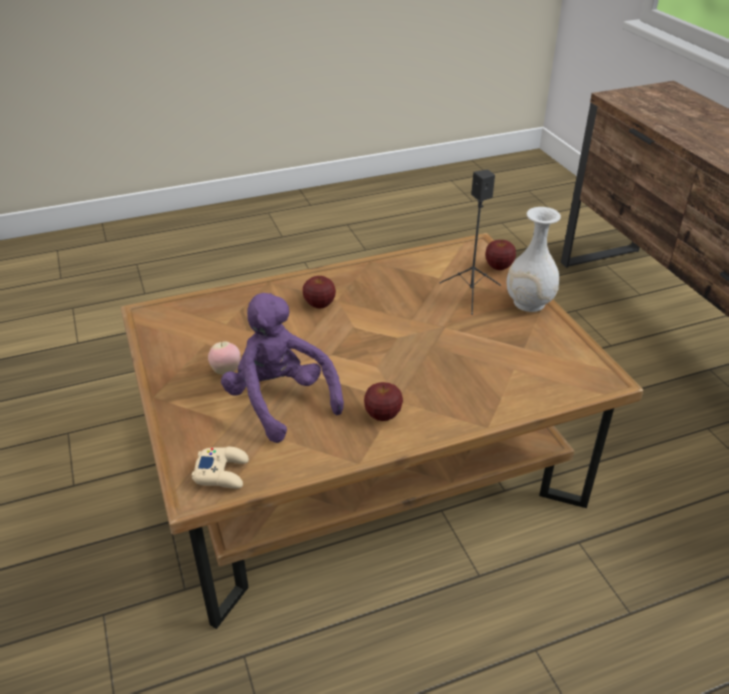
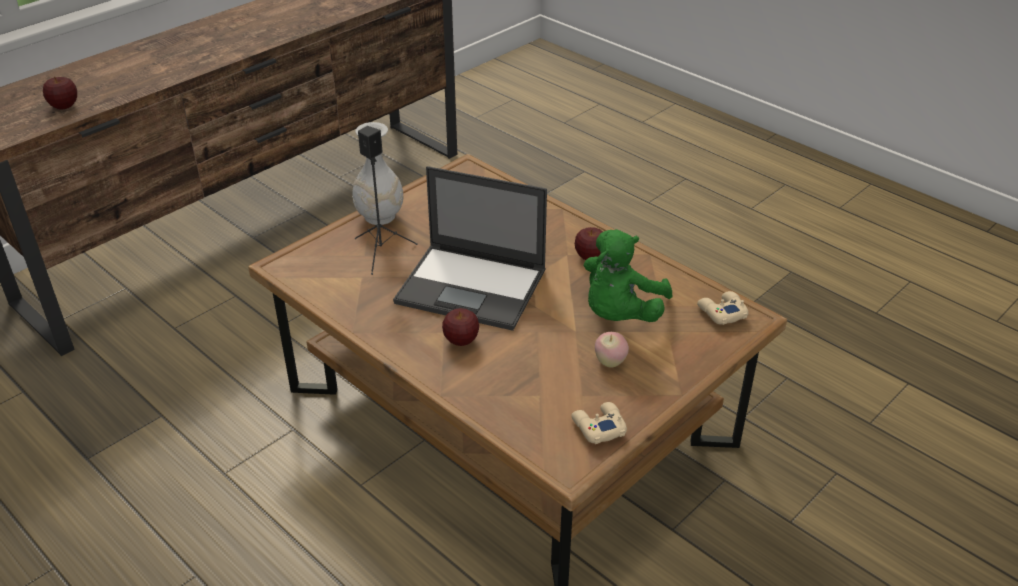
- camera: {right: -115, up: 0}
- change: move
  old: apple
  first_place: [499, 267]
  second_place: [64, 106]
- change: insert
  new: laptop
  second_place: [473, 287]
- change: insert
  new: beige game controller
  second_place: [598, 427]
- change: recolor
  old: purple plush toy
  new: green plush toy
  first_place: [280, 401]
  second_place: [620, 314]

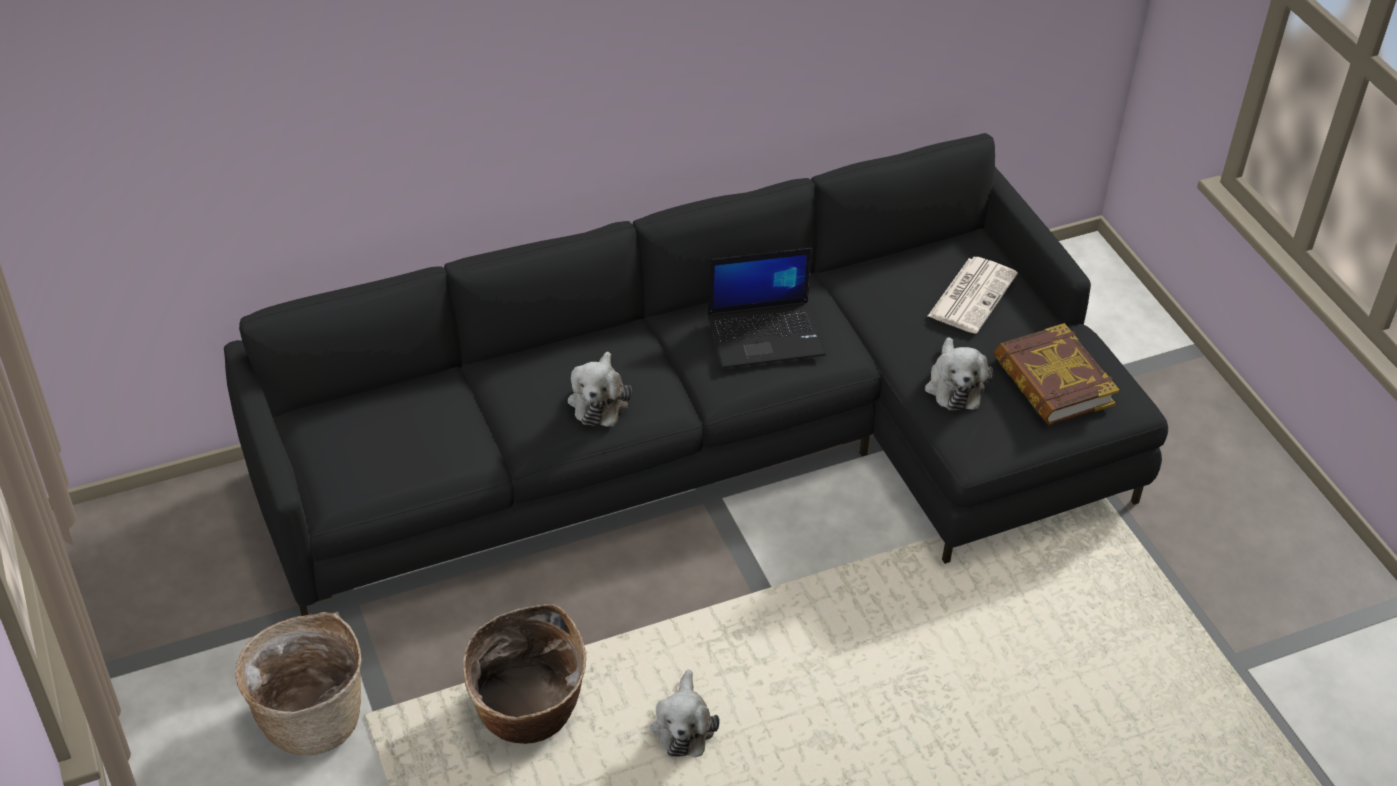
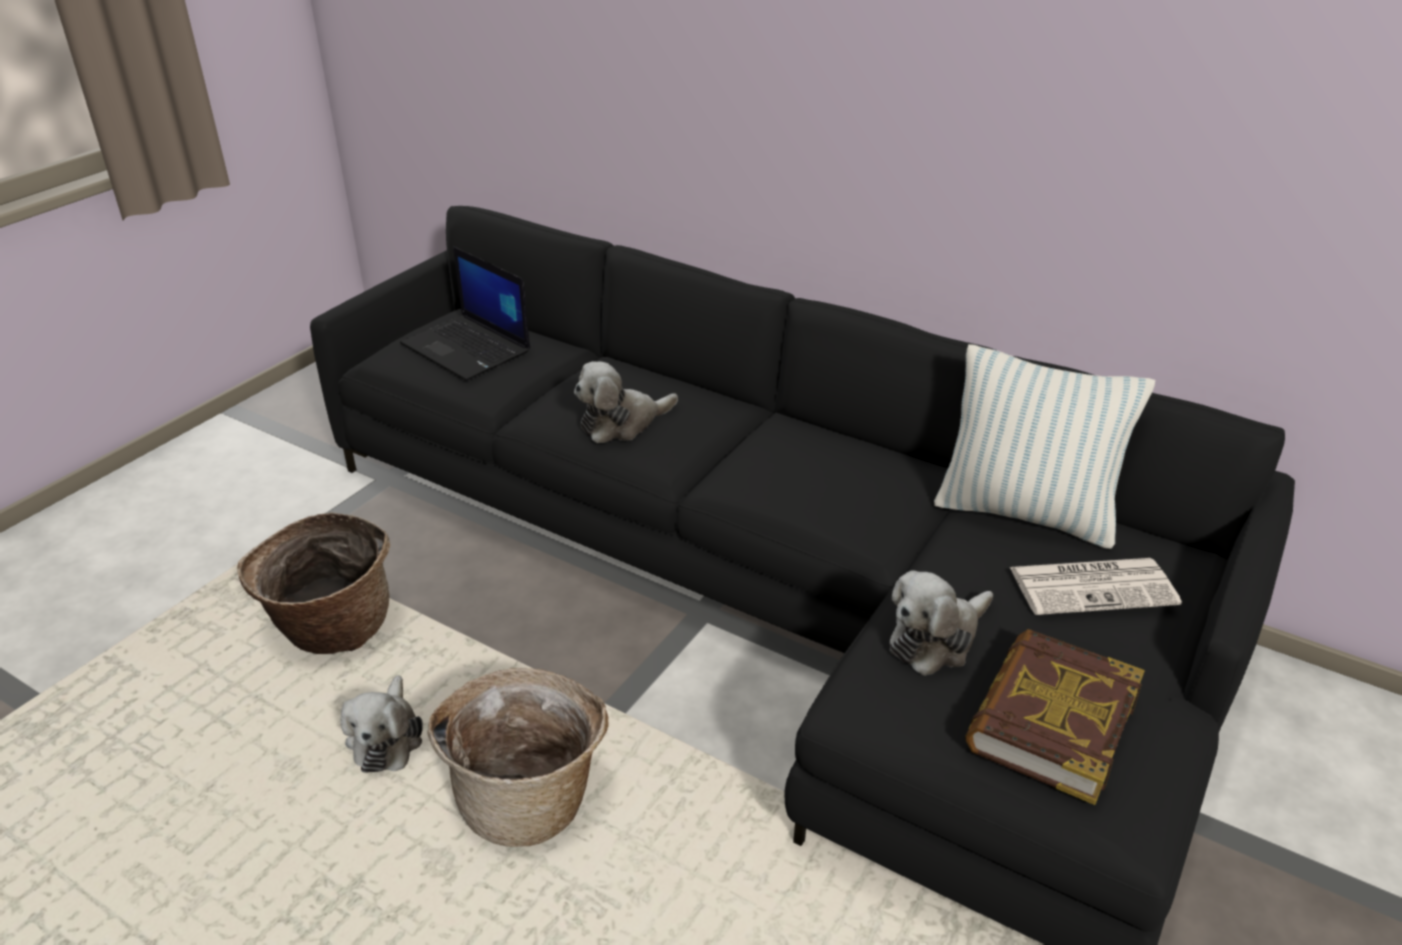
- camera: {right: 55, up: -10}
- change: rotate
  old: plush toy
  first_place: [683, 726]
  second_place: [387, 738]
  degrees: -60
- change: move
  old: laptop
  first_place: [766, 334]
  second_place: [468, 348]
- change: move
  old: basket
  first_place: [311, 715]
  second_place: [530, 798]
- change: insert
  new: pillow
  second_place: [1025, 513]

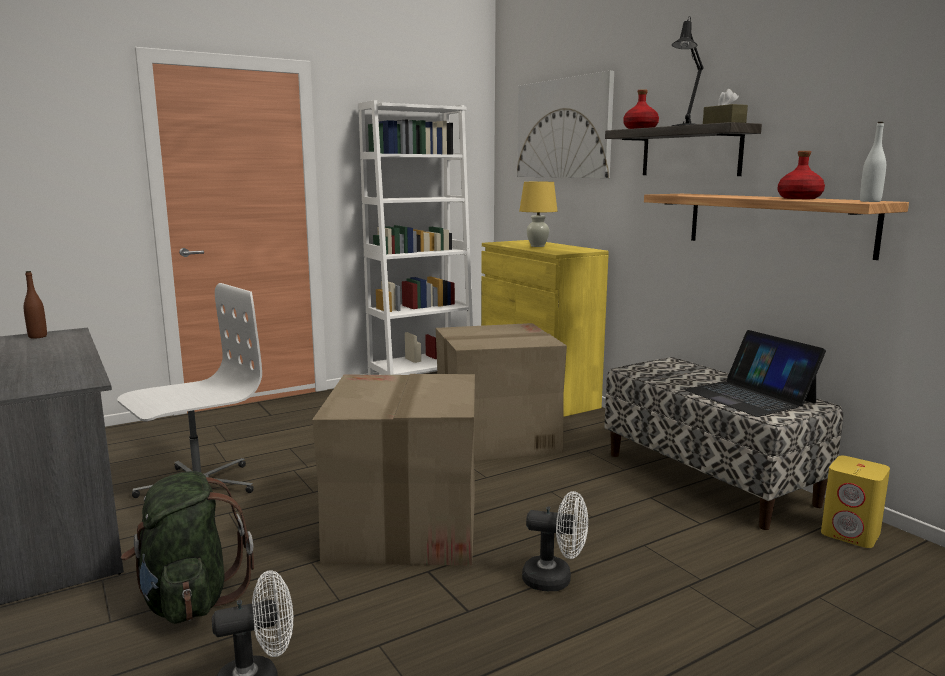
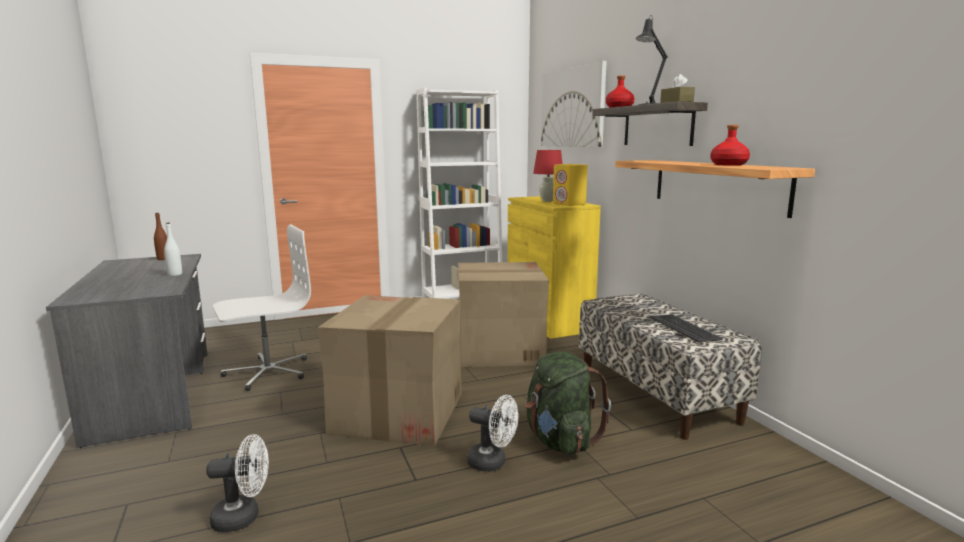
- camera: {right: 10, up: 0}
- change: move
  old: white bottle
  first_place: [870, 201]
  second_place: [175, 274]
- change: move
  old: green backpack
  first_place: [189, 600]
  second_place: [560, 440]
- change: recolor
  old: yellow table lamp
  new: red table lamp
  first_place: [537, 246]
  second_place: [547, 201]
- change: move
  old: yellow speaker
  first_place: [851, 534]
  second_place: [569, 204]
- change: replace
  old: laptop
  new: keyboard
  first_place: [749, 396]
  second_place: [684, 328]

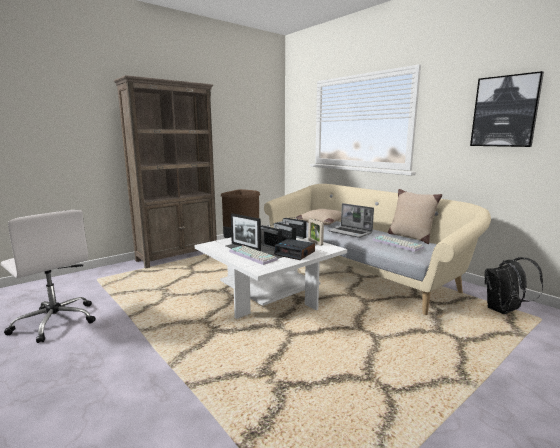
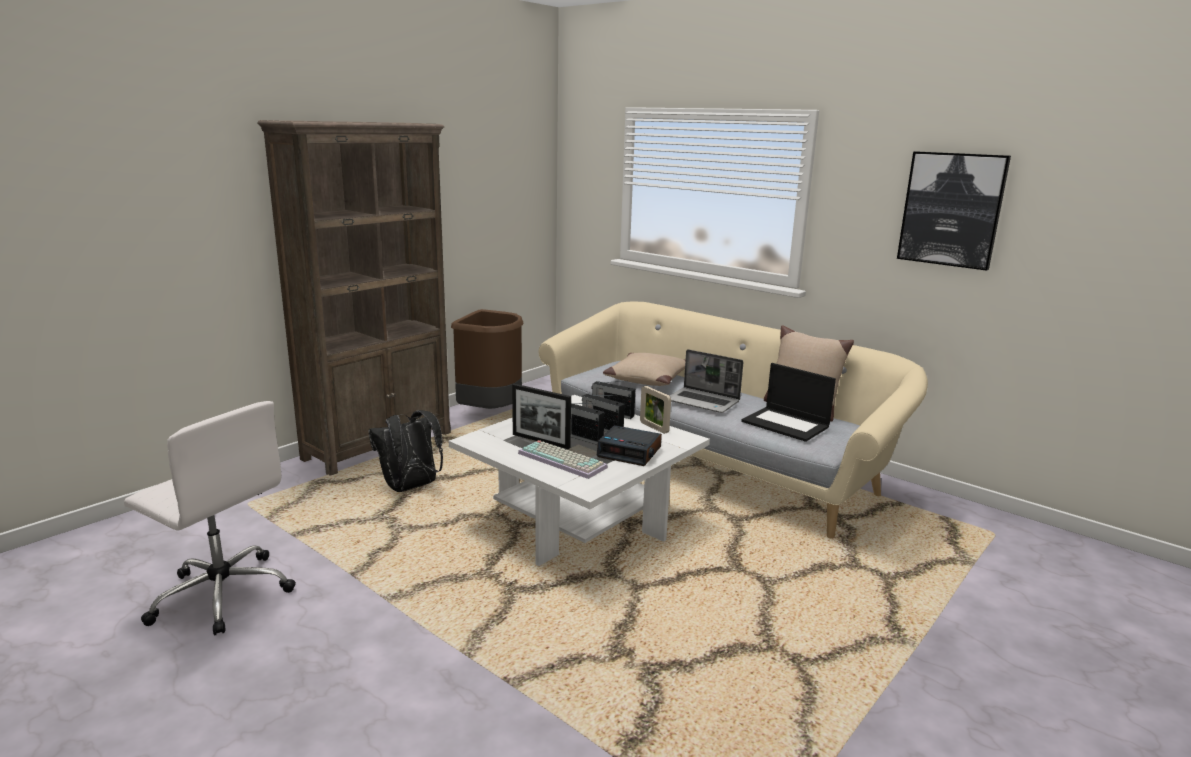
- camera: {right: -10, up: 5}
- change: move
  old: black backpack
  first_place: [504, 311]
  second_place: [410, 487]
- change: replace
  old: keyboard
  new: laptop
  first_place: [398, 244]
  second_place: [786, 424]

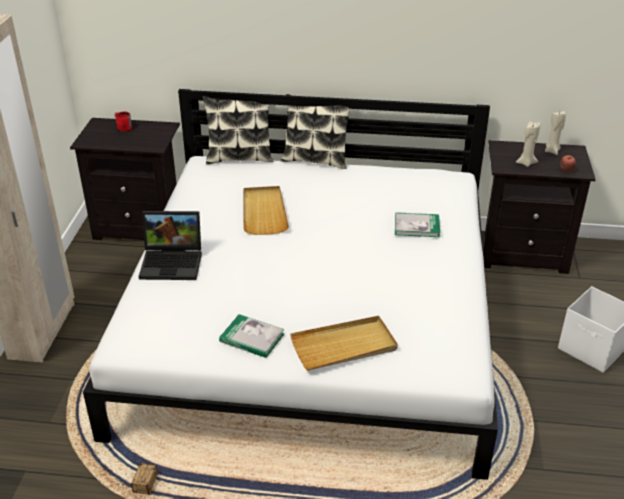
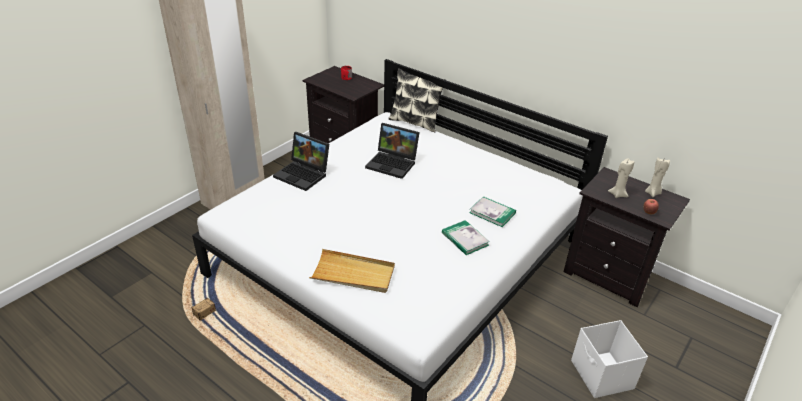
- camera: {right: 30, up: 0}
- change: replace
  old: beige tray
  new: laptop
  first_place: [264, 212]
  second_place: [393, 163]
- change: move
  old: book
  first_place: [252, 338]
  second_place: [465, 239]
- change: delete
  old: pillow
  first_place: [315, 159]

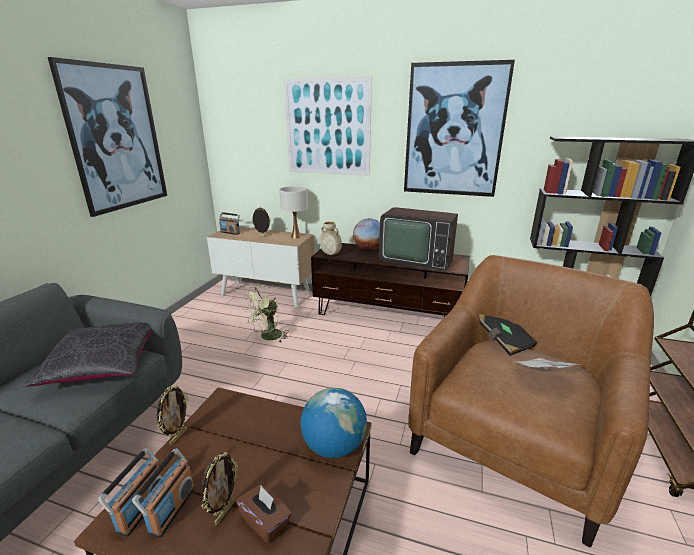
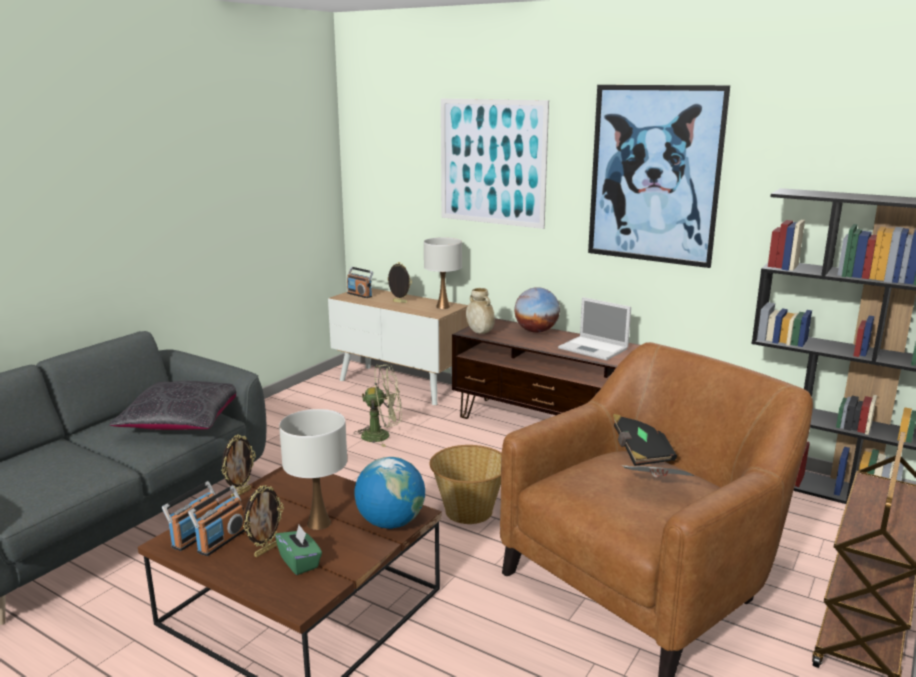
- camera: {right: 15, up: -5}
- change: recolor
  old: brown tissue box
  new: green tissue box
  first_place: [266, 522]
  second_place: [300, 562]
- change: insert
  new: white table lamp
  second_place: [318, 523]
- change: rotate
  old: green fan
  first_place: [268, 337]
  second_place: [382, 436]
  degrees: -150
- change: insert
  new: basket
  second_place: [469, 512]
- change: replace
  old: television
  new: laptop
  first_place: [416, 259]
  second_place: [594, 349]
- change: delete
  old: picture
  first_place: [116, 138]

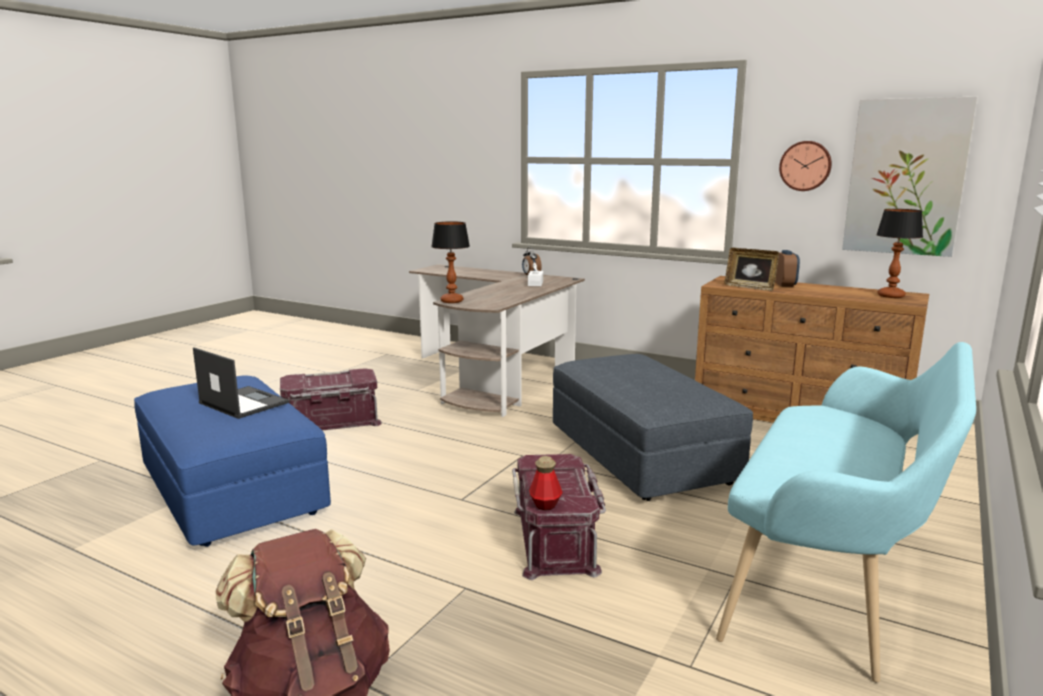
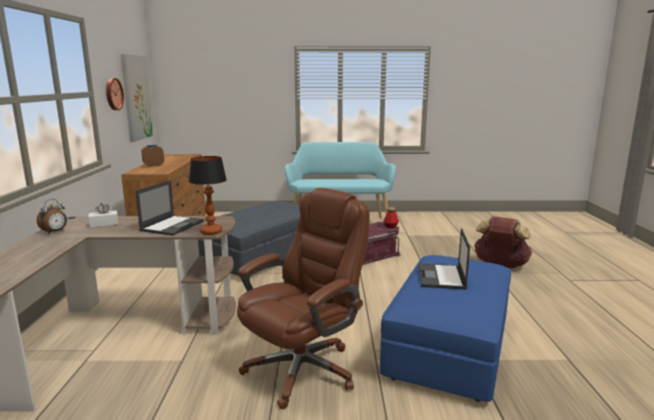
- camera: {right: -120, up: 0}
- change: insert
  new: laptop
  second_place: [173, 225]
- change: replace
  old: red storage box
  new: brown office chair
  first_place: [331, 422]
  second_place: [303, 369]
- change: delete
  old: picture frame
  first_place: [750, 287]
- change: delete
  old: table lamp
  first_place: [891, 296]

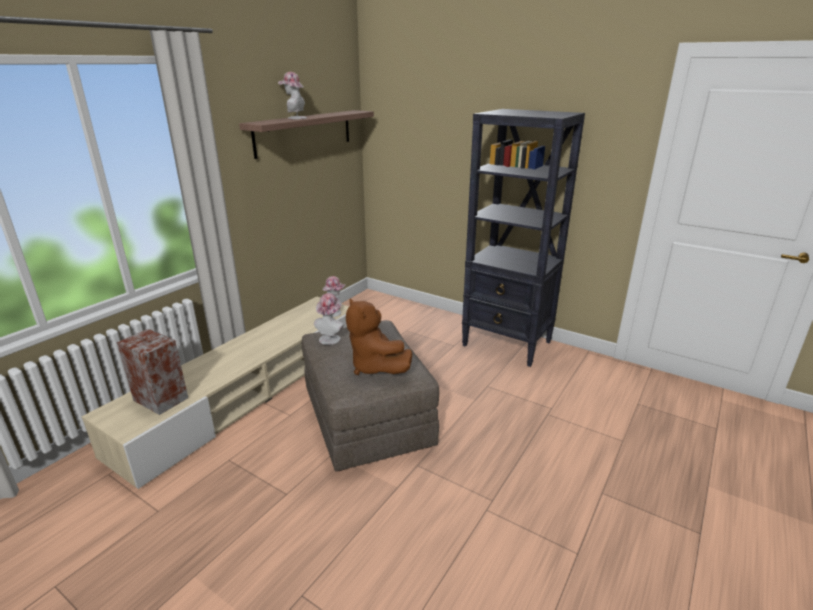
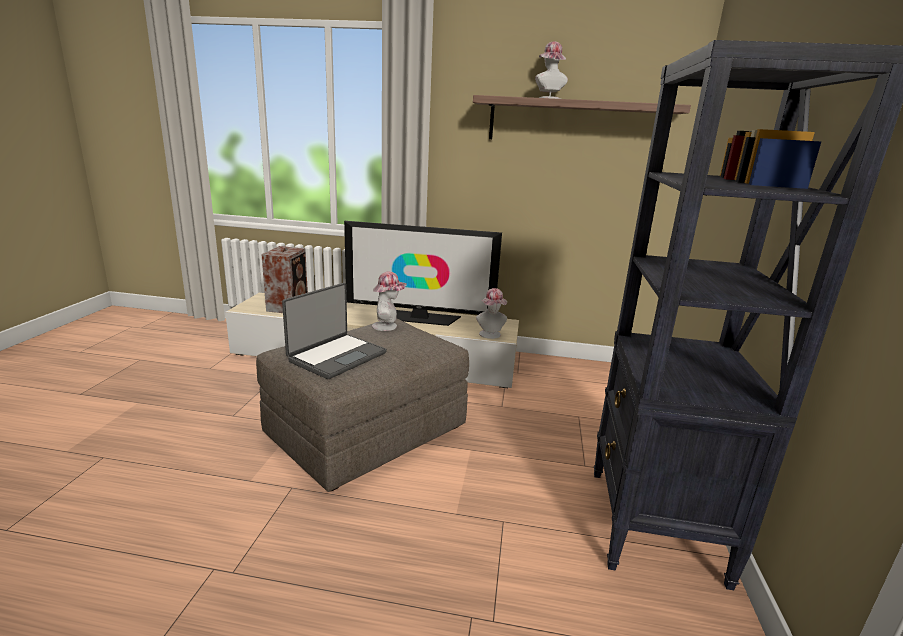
- camera: {right: 65, up: -5}
- change: replace
  old: brown plush toy
  new: laptop
  first_place: [375, 367]
  second_place: [336, 356]
- change: insert
  new: television
  second_place: [419, 318]

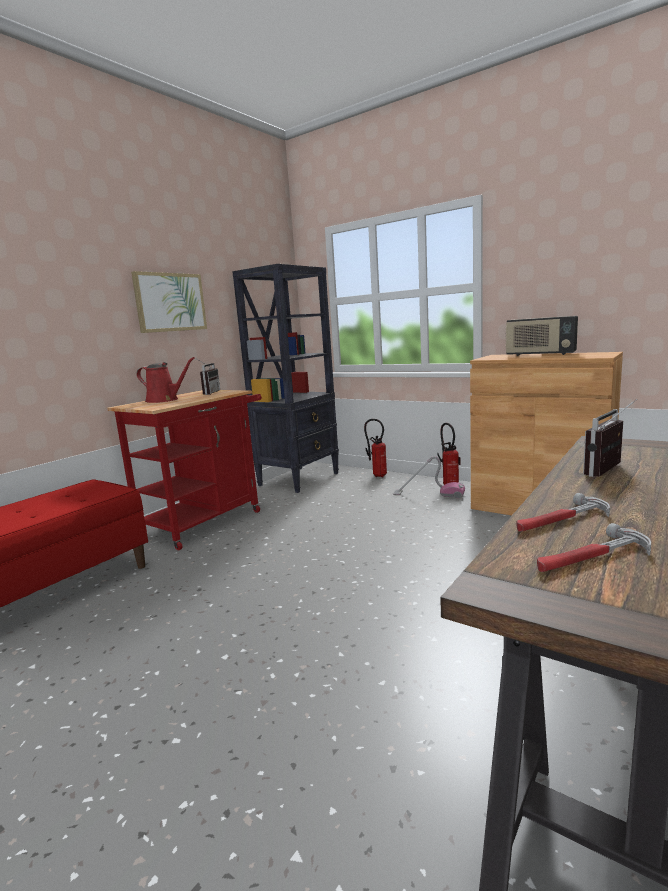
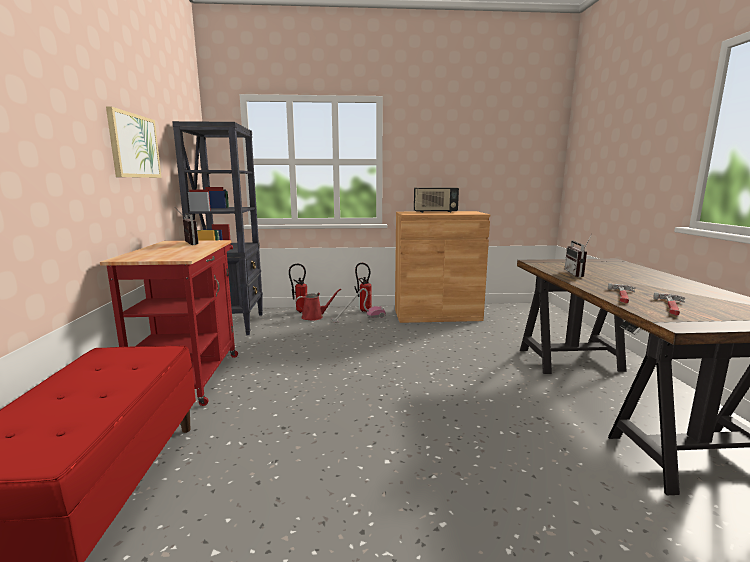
- camera: {right: -40, up: 0}
- change: move
  old: red watering can
  first_place: [165, 400]
  second_place: [314, 317]

